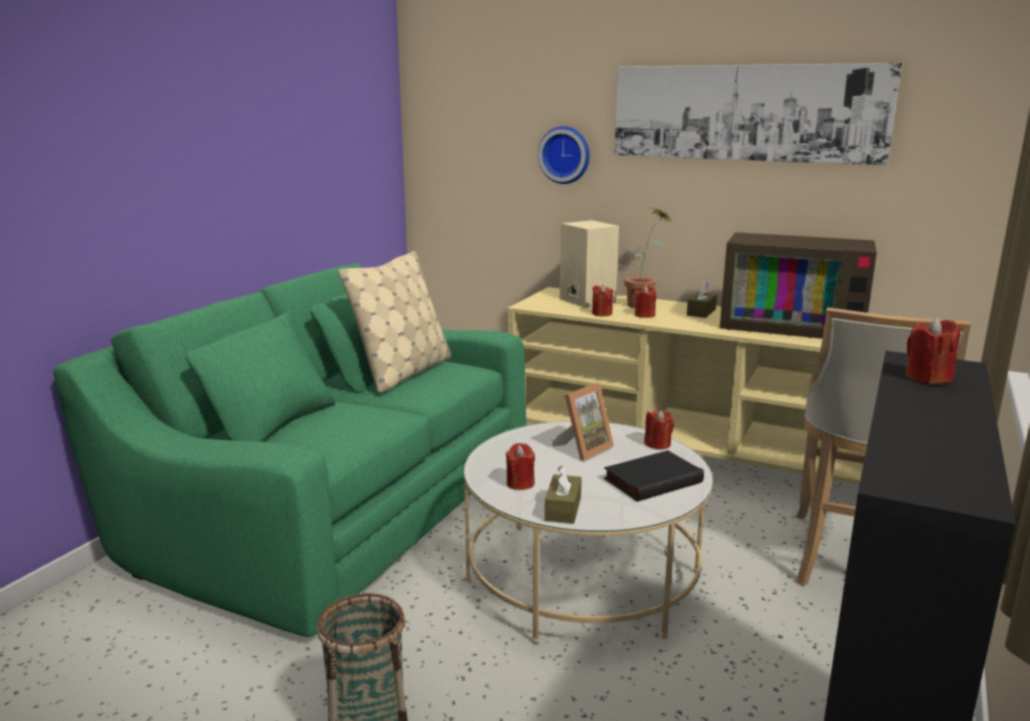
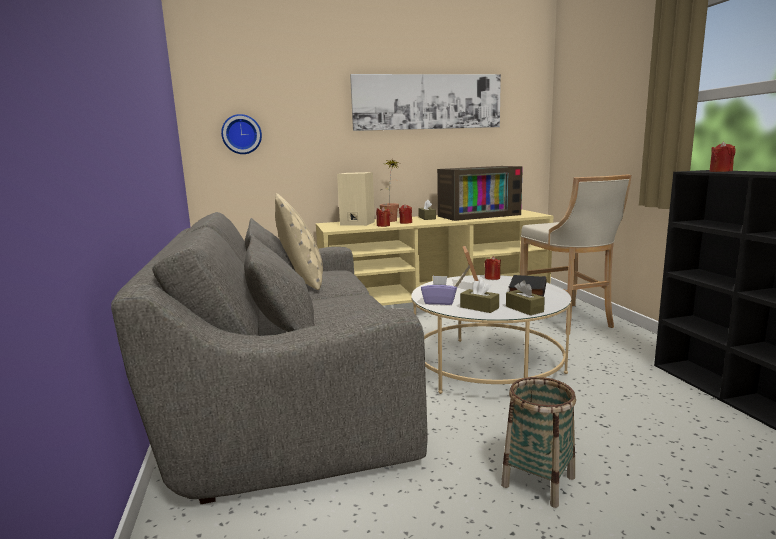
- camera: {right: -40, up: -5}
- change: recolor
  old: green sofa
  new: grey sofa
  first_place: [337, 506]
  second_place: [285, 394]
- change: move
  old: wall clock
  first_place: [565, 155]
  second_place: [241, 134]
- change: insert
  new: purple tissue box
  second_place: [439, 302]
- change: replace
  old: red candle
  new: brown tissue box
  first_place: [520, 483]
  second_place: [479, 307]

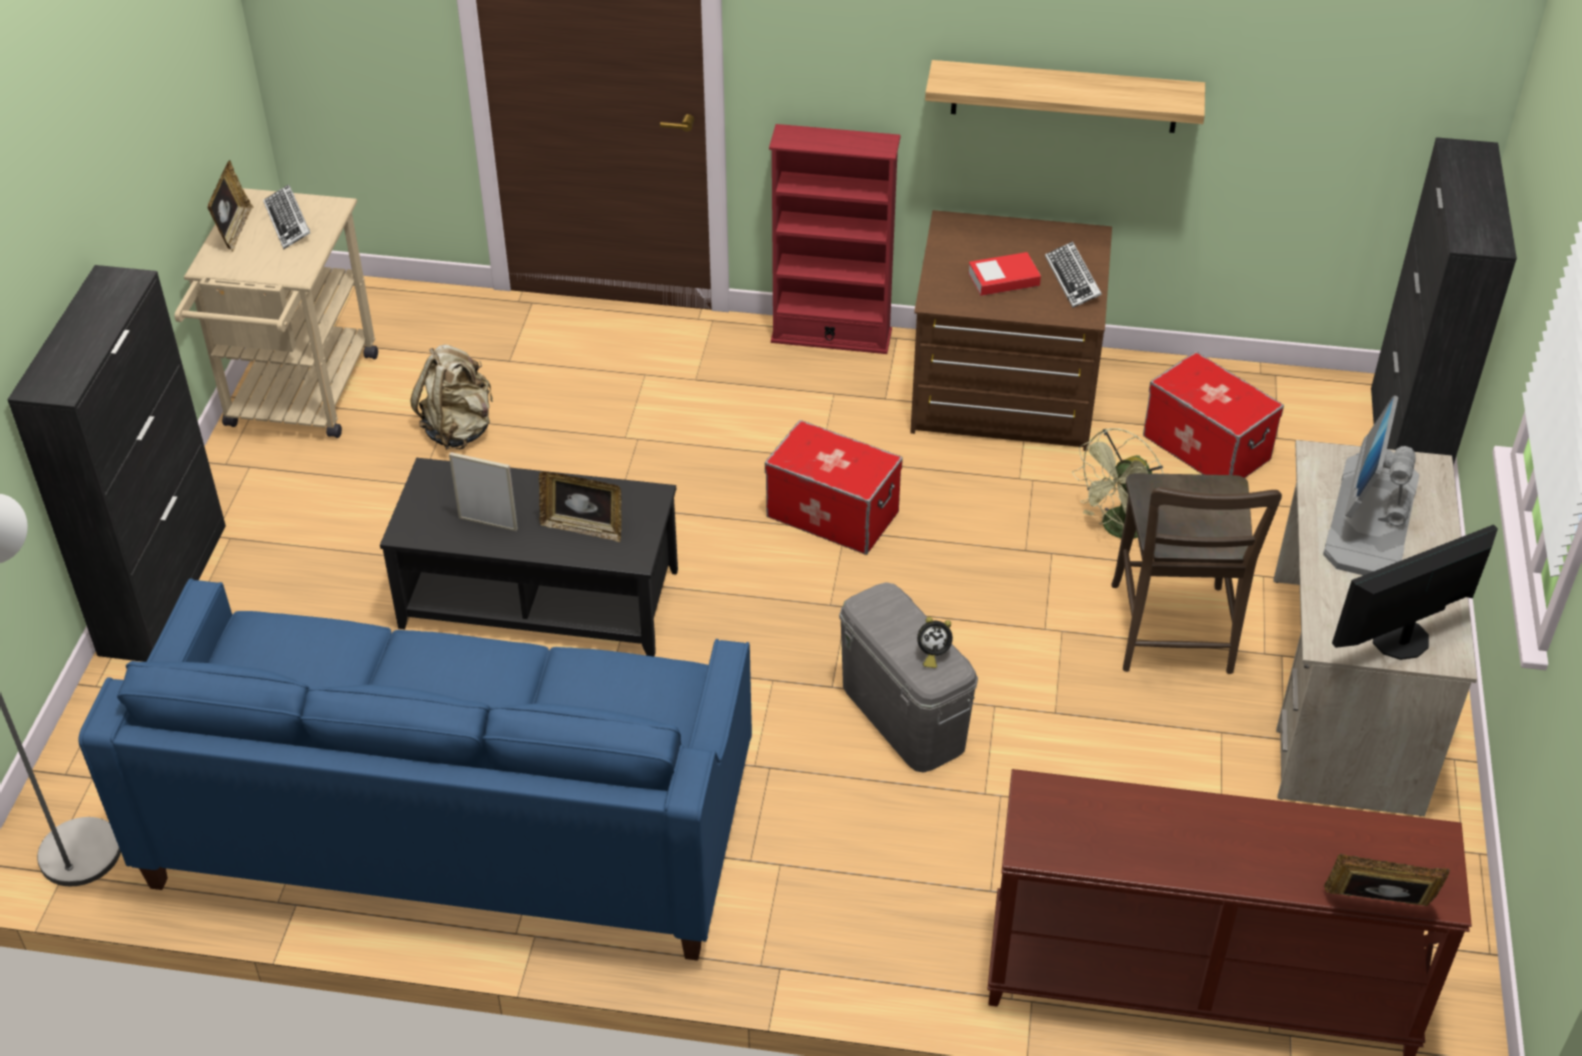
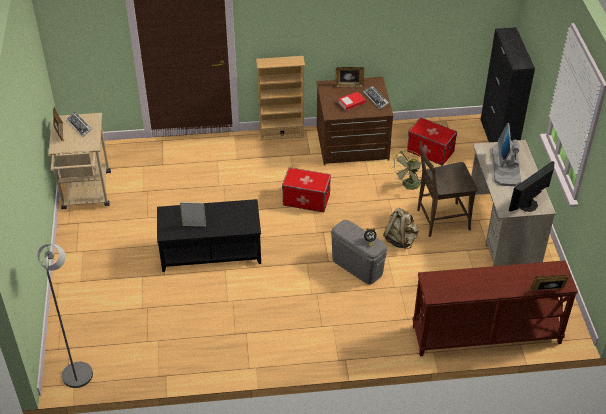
- camera: {right: -15, up: 0}
- change: recolor
  old: red bookcase
  new: beige bookcase
  first_place: [831, 336]
  second_place: [281, 134]
- change: move
  old: picture frame
  first_place: [583, 528]
  second_place: [349, 85]
- change: move
  old: beige backpack
  first_place: [459, 429]
  second_place: [400, 240]
- change: rotate
  old: brown chair
  first_place: [1172, 635]
  second_place: [440, 220]
  degrees: 90
- change: delete
  old: black cabinet
  first_place: [164, 588]
- change: delete
  old: blue sofa
  first_place: [451, 825]
- change: delete
  old: shelf
  first_place: [1064, 96]

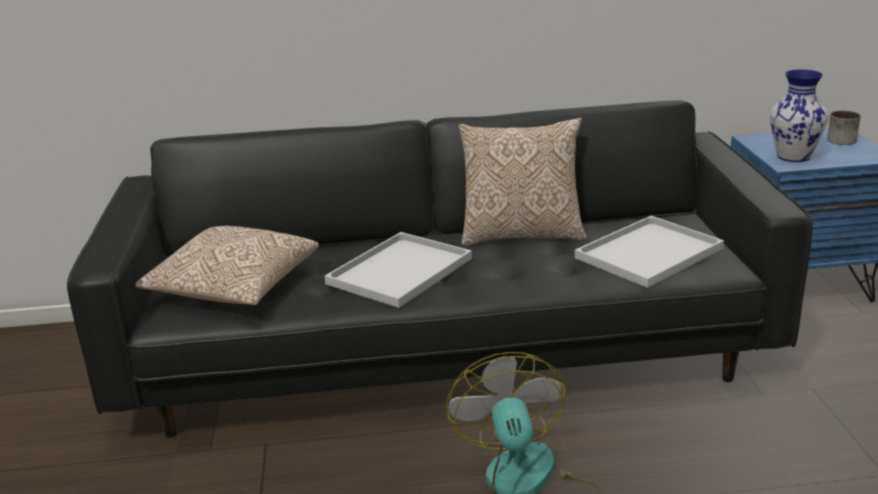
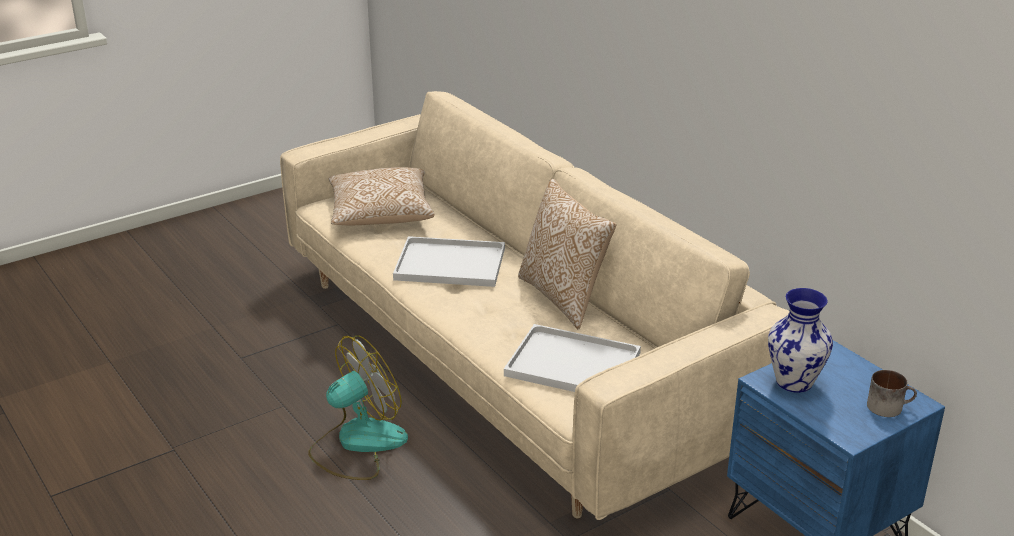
- camera: {right: 60, up: 5}
- change: recolor
  old: black sofa
  new: beige sofa
  first_place: [444, 351]
  second_place: [506, 356]

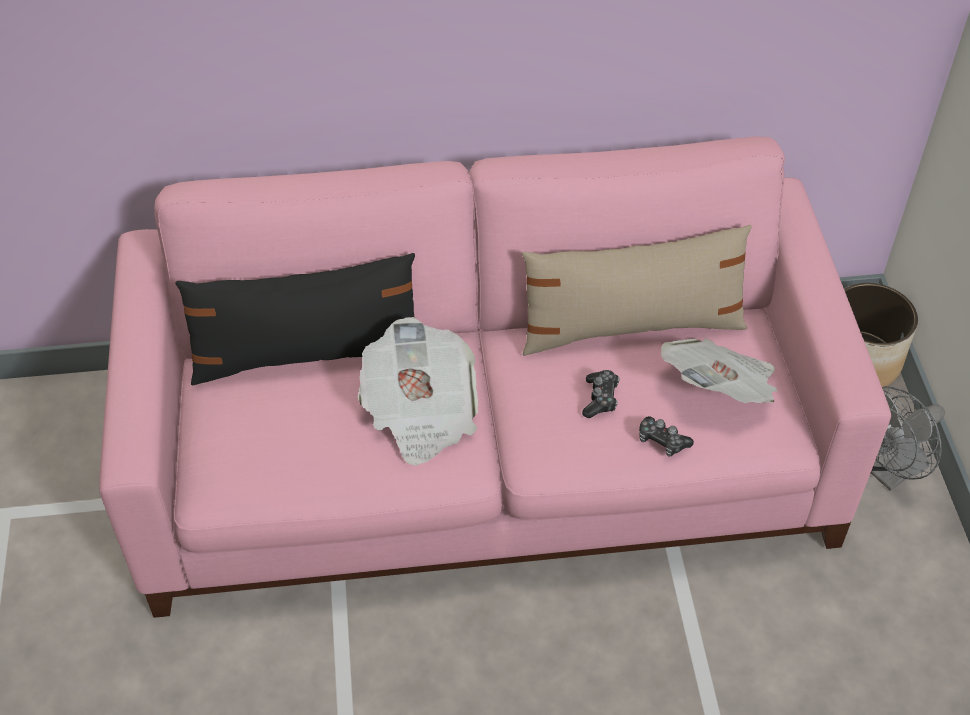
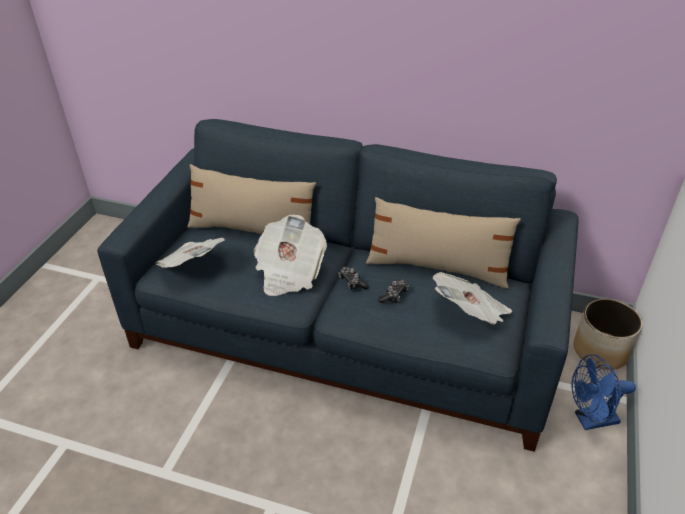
- camera: {right: 25, up: -10}
- change: recolor
  old: pink sofa
  new: blue sofa
  first_place: [487, 460]
  second_place: [345, 331]
- change: insert
  new: newspaper
  second_place: [193, 266]
- change: recolor
  old: black pillow
  new: beige pillow
  first_place: [307, 356]
  second_place: [252, 231]
- change: move
  old: game controller
  first_place: [662, 441]
  second_place: [352, 282]
- change: recolor
  old: grey fan
  new: blue fan
  first_place: [890, 473]
  second_place: [590, 420]

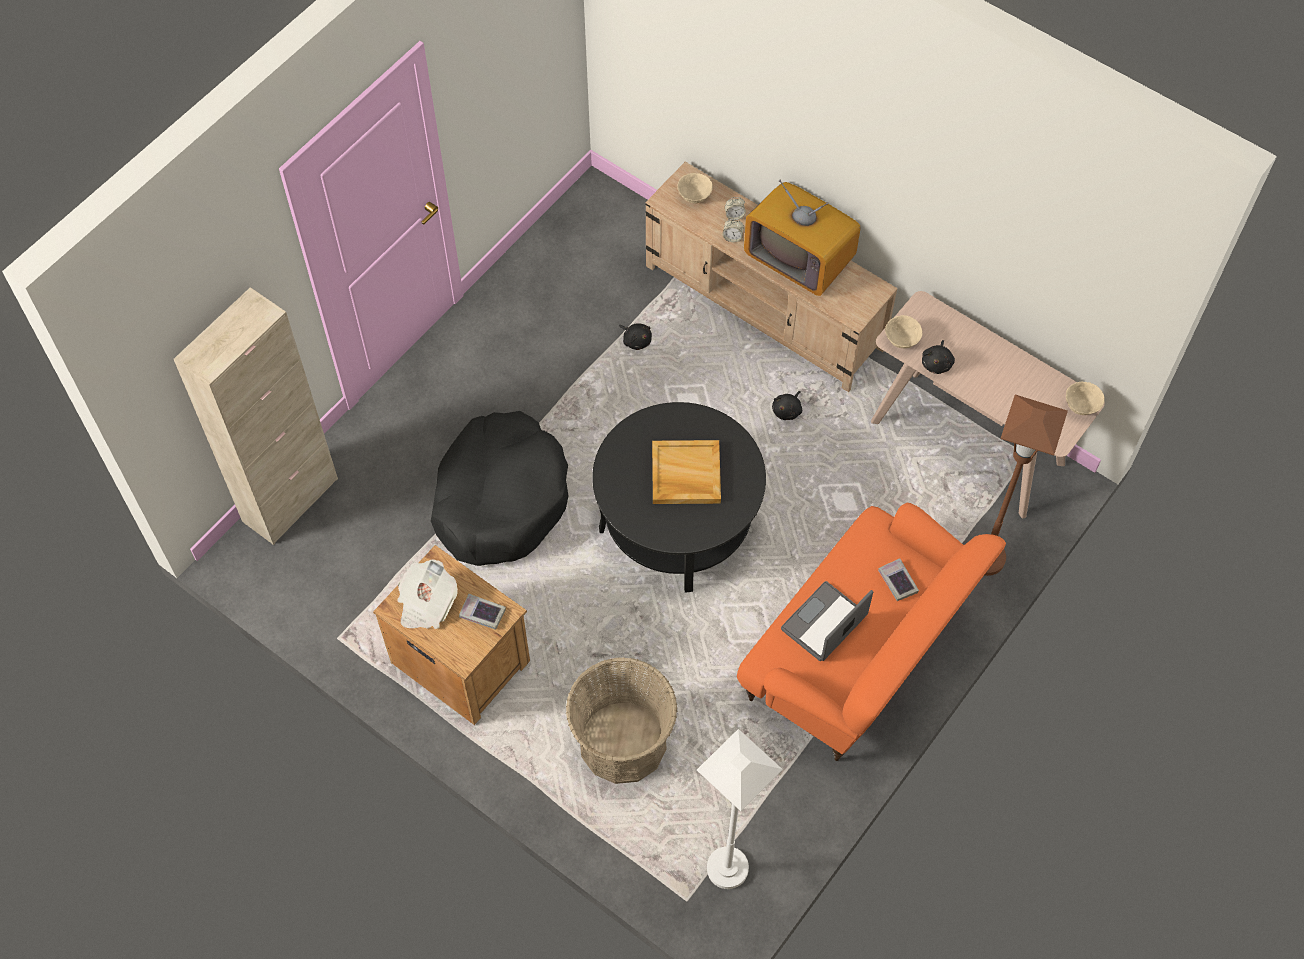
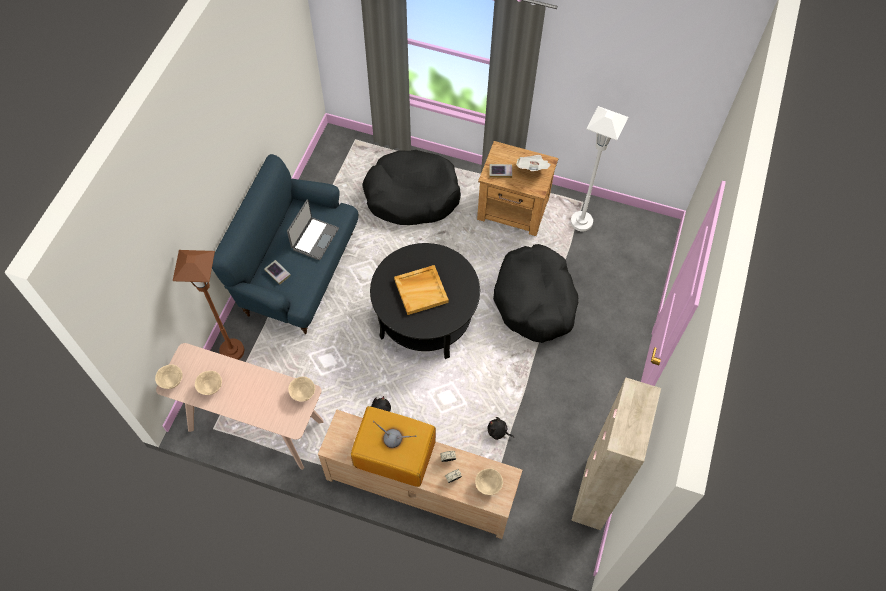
- camera: {right: 160, up: 0}
- change: insert
  new: beige bowl
  second_place: [211, 387]
- change: recolor
  old: orange sofa
  new: blue sofa
  first_place: [857, 655]
  second_place: [298, 273]
- change: replace
  old: basket
  new: black dog bed
  first_place: [622, 742]
  second_place: [412, 195]
- change: move
  old: white floor lamp
  first_place: [727, 868]
  second_place: [581, 222]
- change: move
  old: beige cabinet
  first_place: [290, 500]
  second_place: [593, 494]
- change: delete
  old: black plush toy
  first_place: [937, 363]

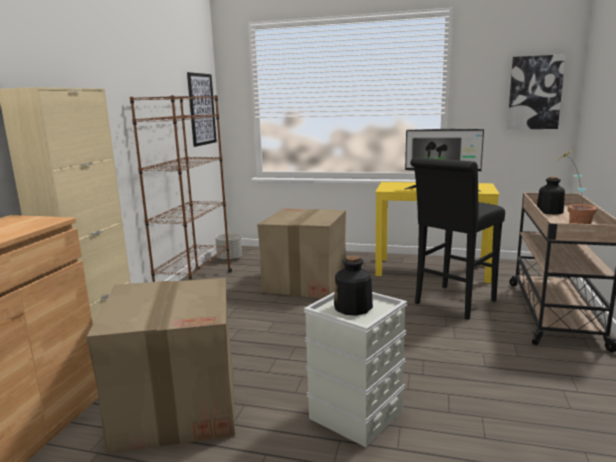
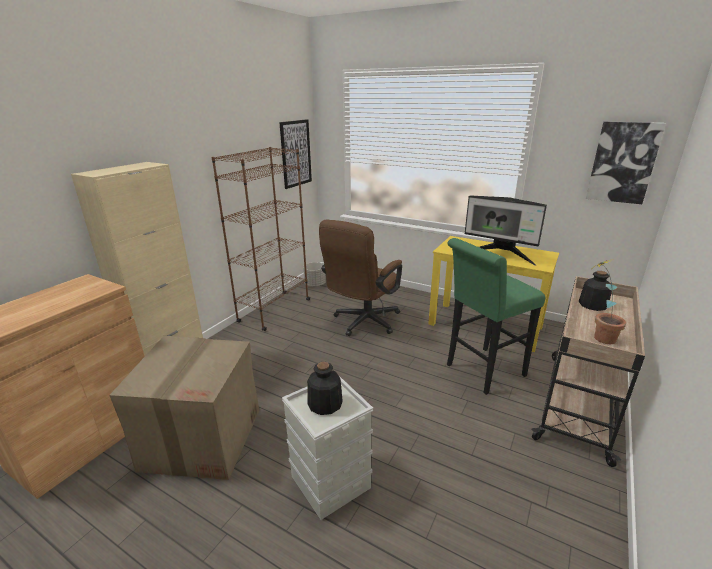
- camera: {right: 15, up: 10}
- change: replace
  old: cardboard box
  new: brown office chair
  first_place: [305, 283]
  second_place: [363, 323]
- change: recolor
  old: black stool
  new: green stool
  first_place: [452, 304]
  second_place: [481, 372]

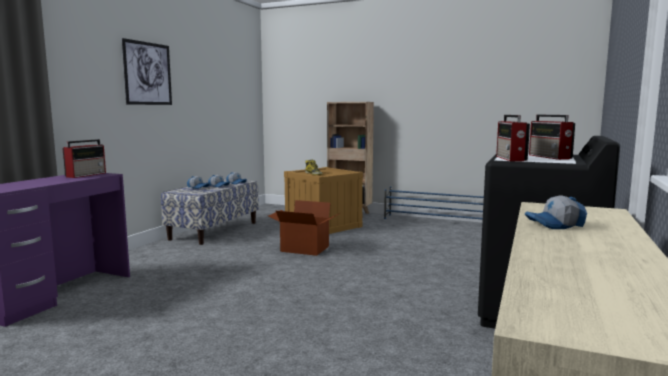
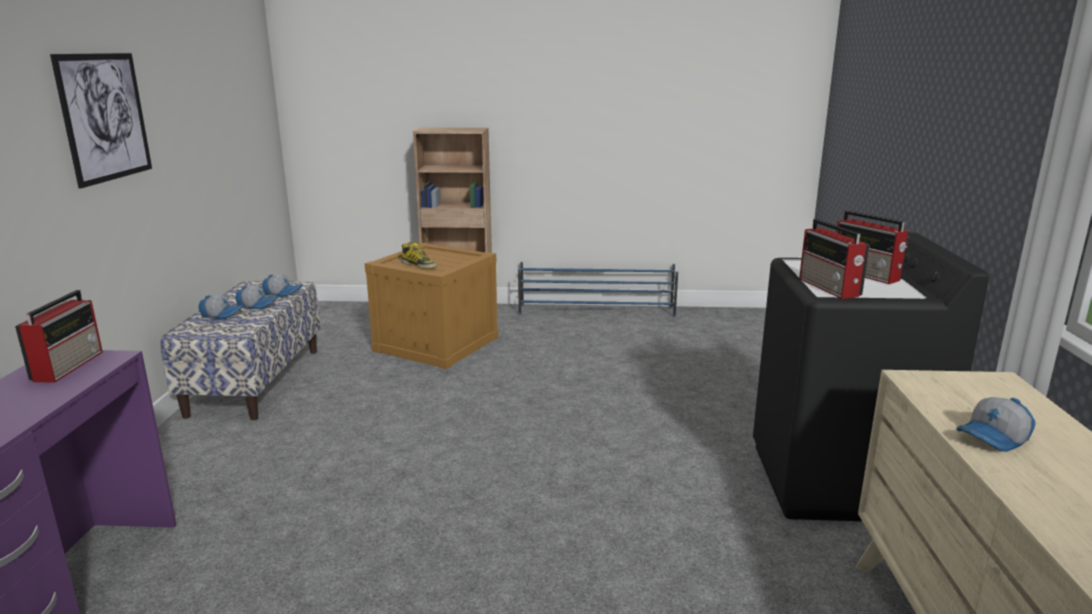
- camera: {right: -20, up: 10}
- change: delete
  old: cardboard box
  first_place: [304, 249]

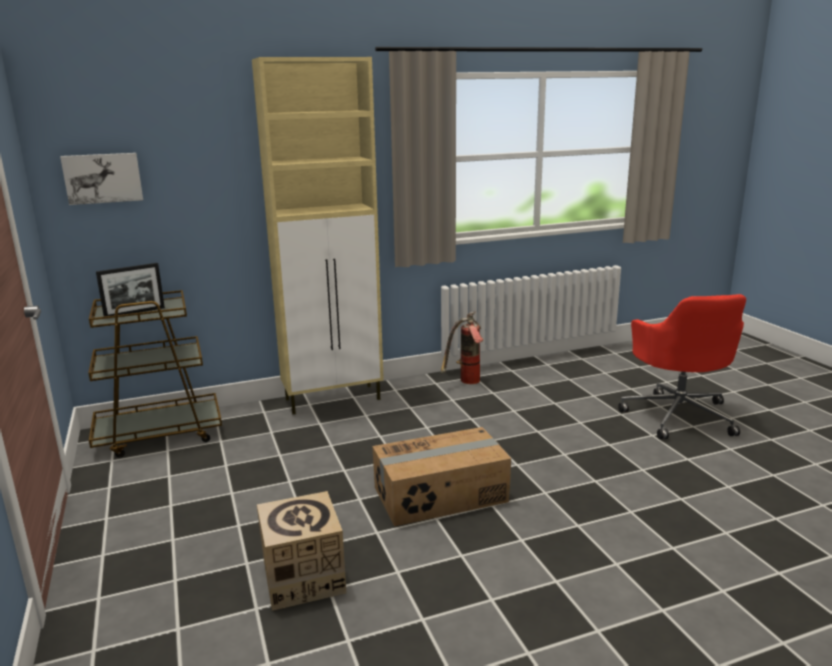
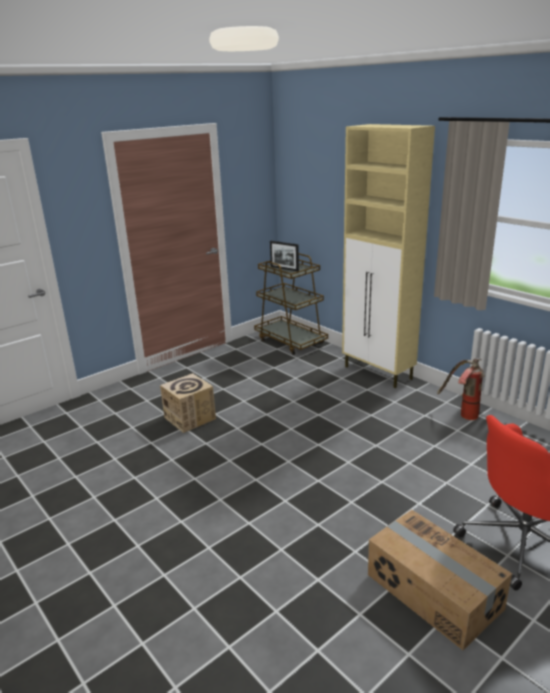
- camera: {right: 70, up: 5}
- change: move
  old: cardboard box
  first_place: [441, 495]
  second_place: [433, 592]
- change: delete
  old: picture
  first_place: [103, 178]

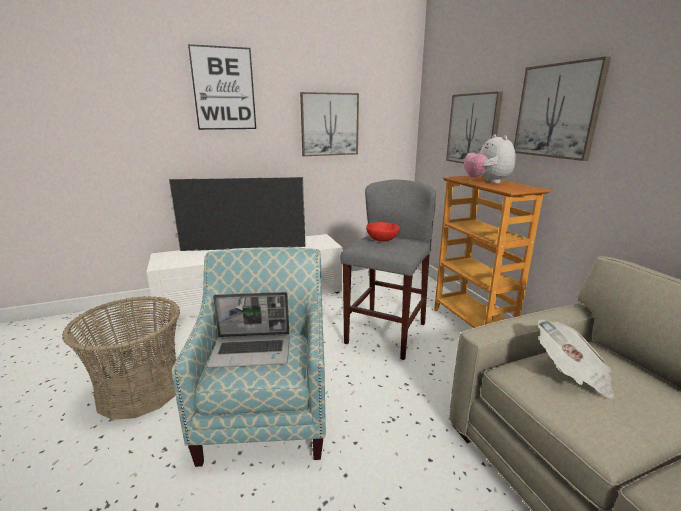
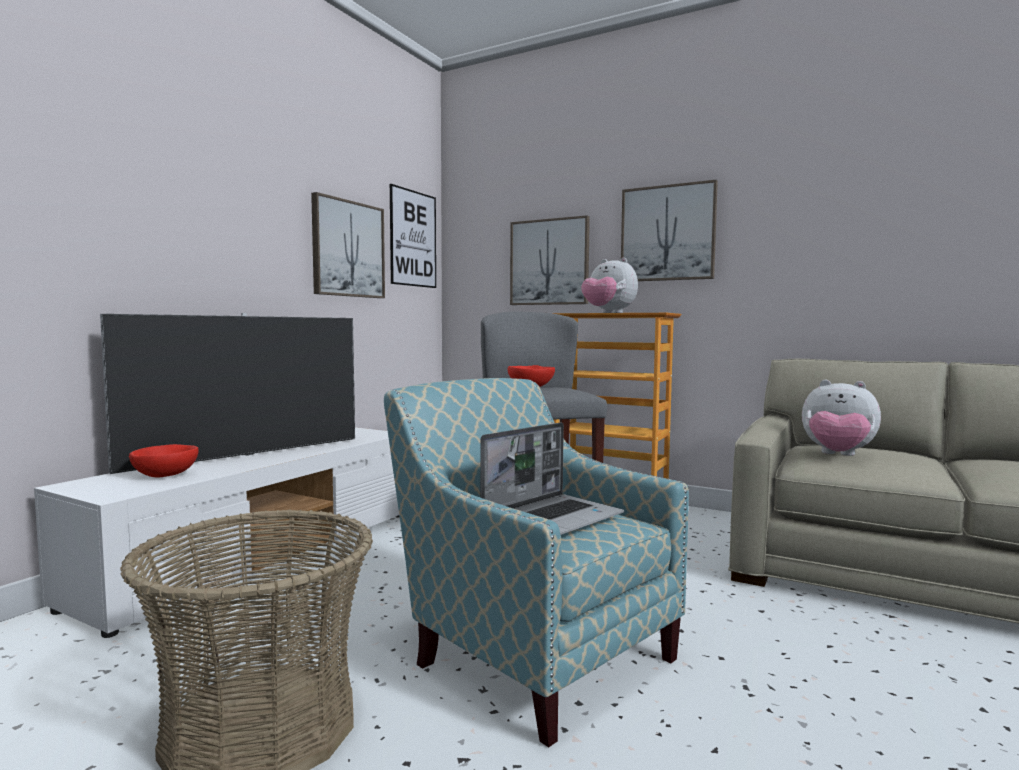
- camera: {right: -40, up: -15}
- change: insert
  new: red bowl
  second_place: [166, 475]
- change: move
  old: picture
  first_place: [224, 89]
  second_place: [413, 239]
- change: replace
  old: newspaper
  new: plush toy
  first_place: [572, 374]
  second_place: [837, 455]

